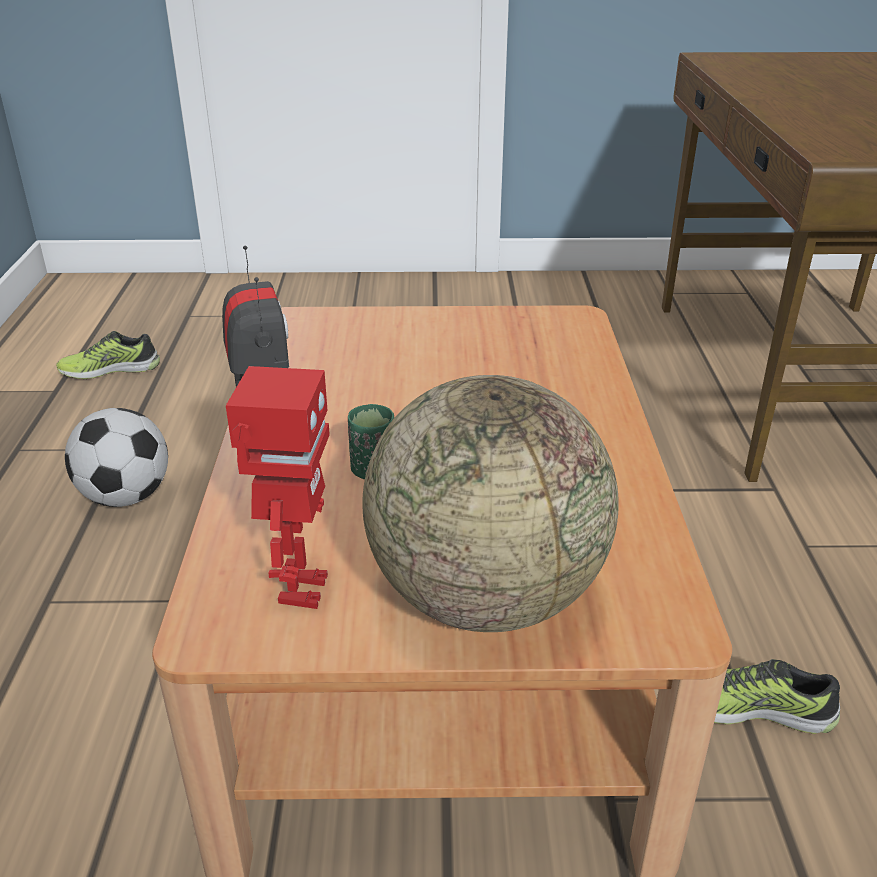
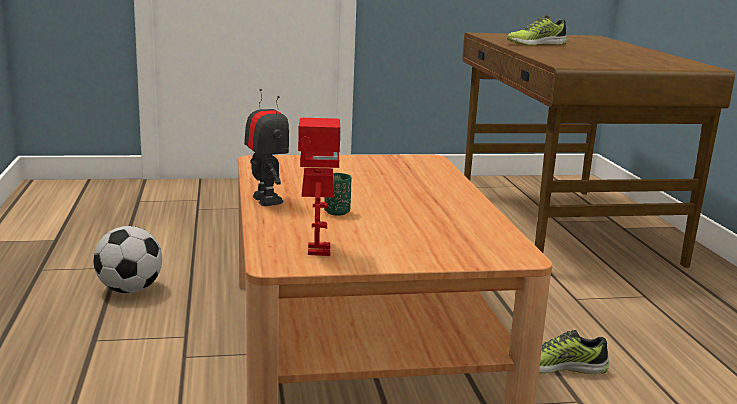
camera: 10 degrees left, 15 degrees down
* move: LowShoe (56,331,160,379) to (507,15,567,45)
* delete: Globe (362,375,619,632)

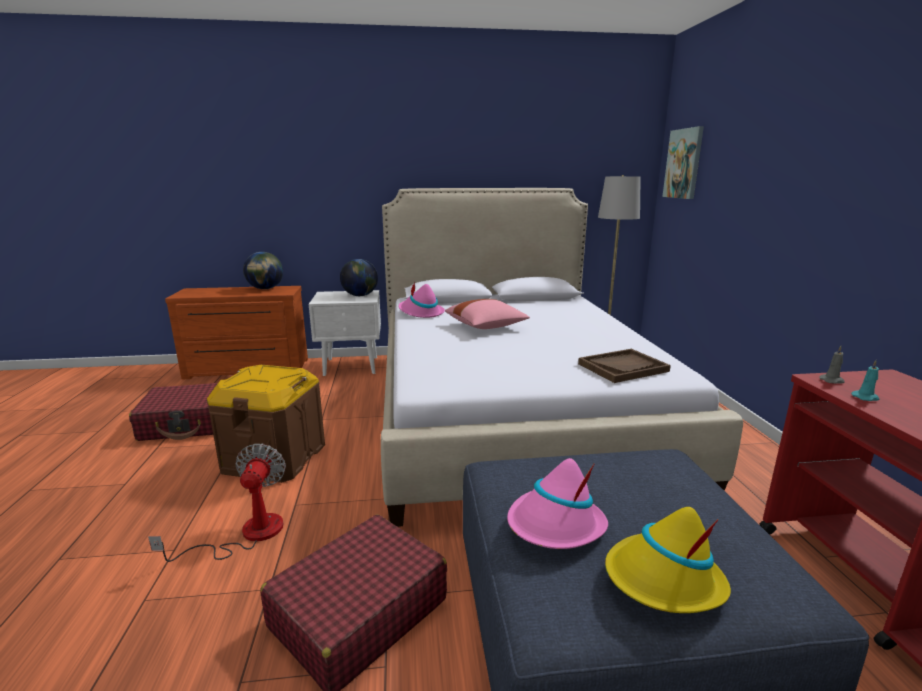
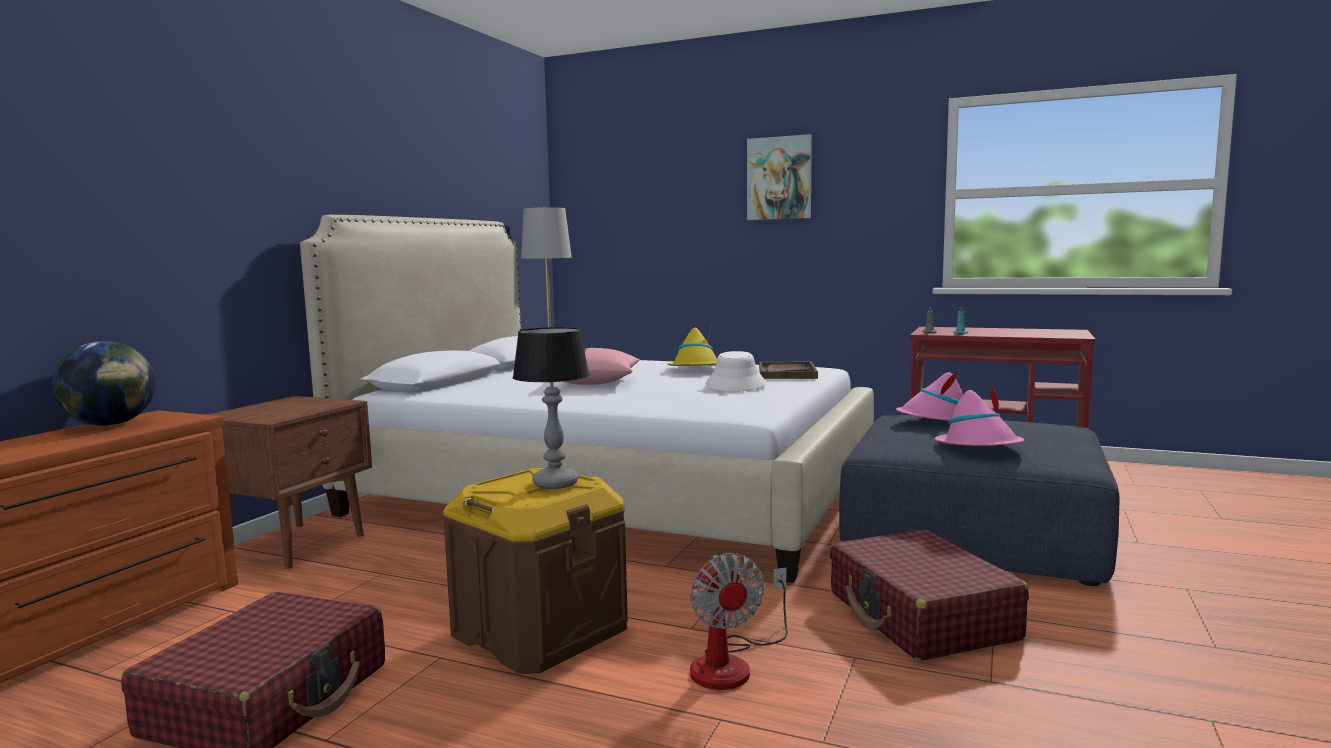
camera: 60 degrees left, 10 degrees down
* recolor: WhitishNightTable (309,290,381,376) to BrownishNightTable (207,396,372,569)
* insert: LampForATable (513,327,590,489)
* move: YellowishWearableHat (605,507,731,613) to (668,323,717,366)
* rotate: ElectricFan (148,444,286,562) = (690,553,788,690) 135 degrees counterclockwise
* insert: WhitishWearableHat (706,351,766,392)
* move: WallPicture (662,126,704,199) to (747,134,812,220)
* move: PinkColouredWearableHat (399,282,445,318) to (896,369,963,421)
* delete: Globe (340,259,378,296)

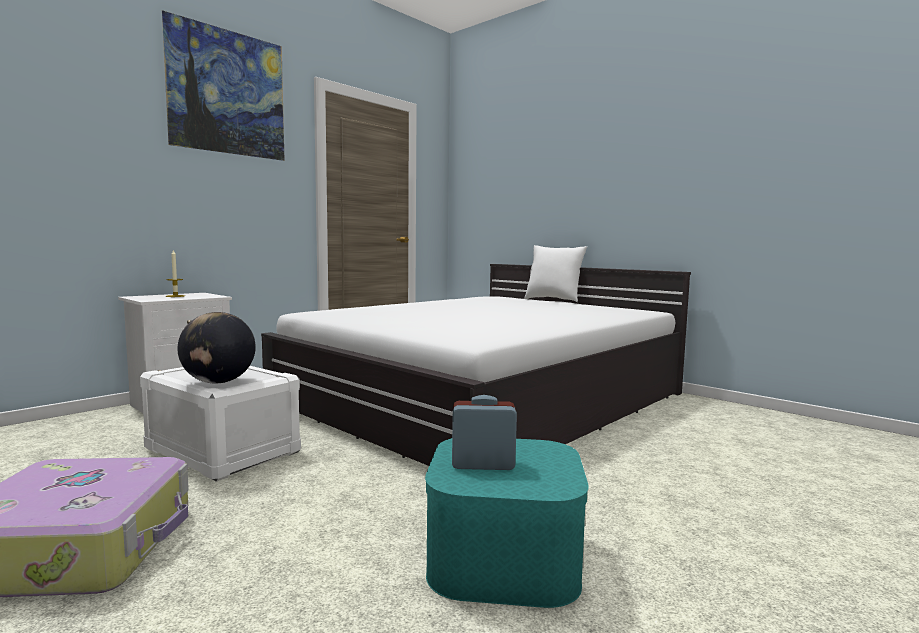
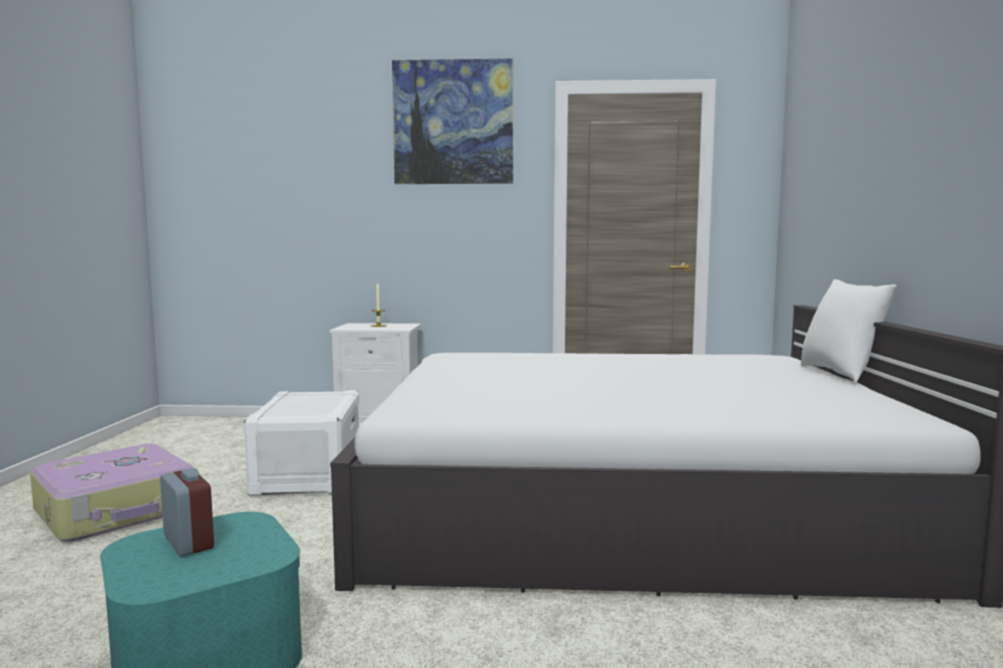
camera: 50 degrees right, 0 degrees up
* delete: Globe (177,312,256,383)

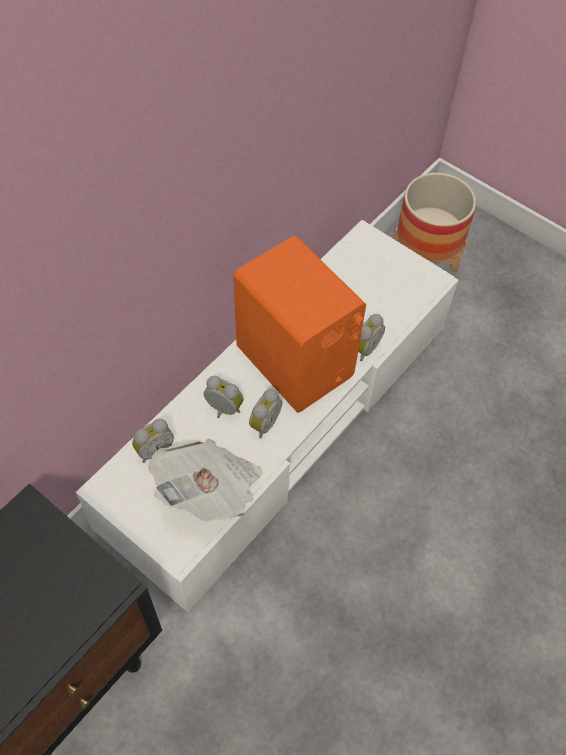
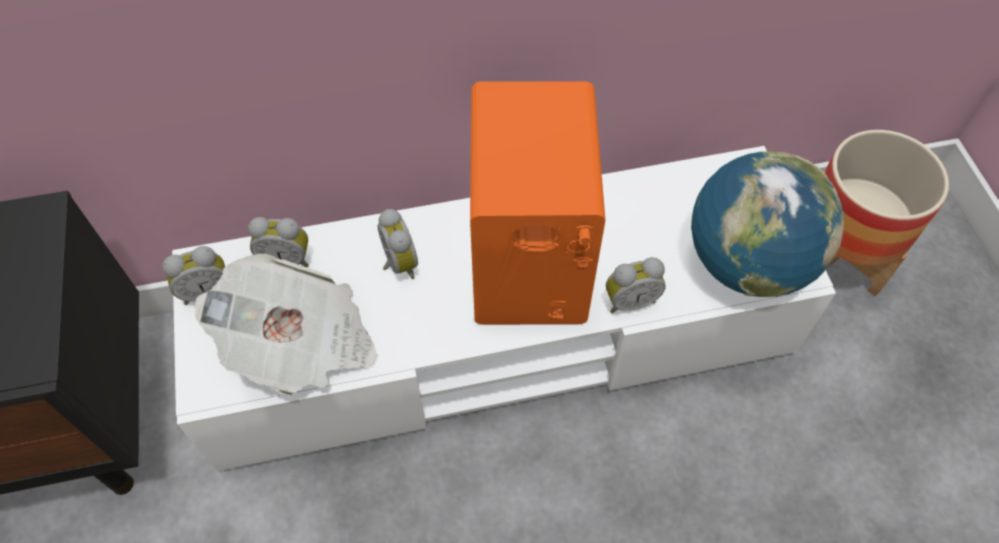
camera: 40 degrees right, 0 degrees up
* move: TableClock (249,389,282,438) to (162,246,225,305)
* insert: Globe (691,151,844,297)

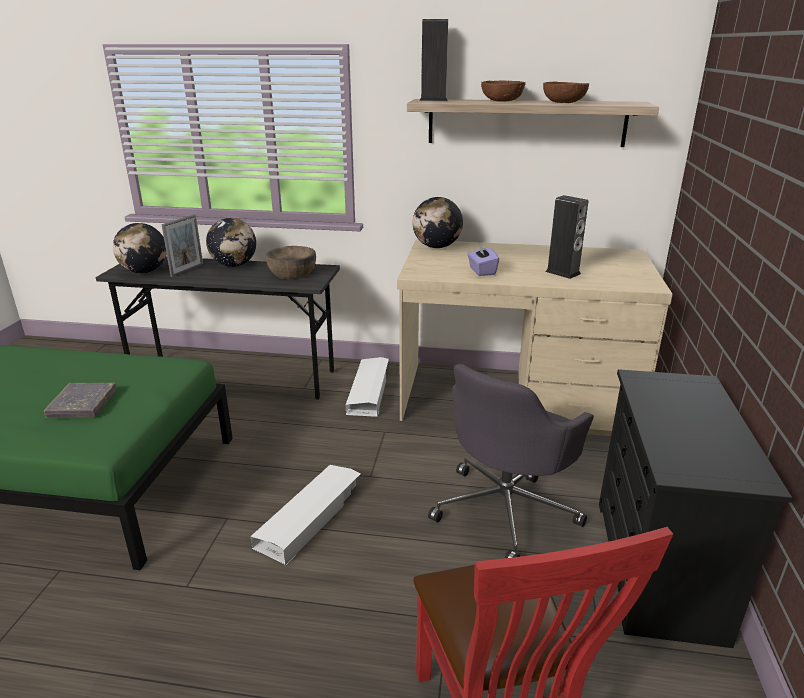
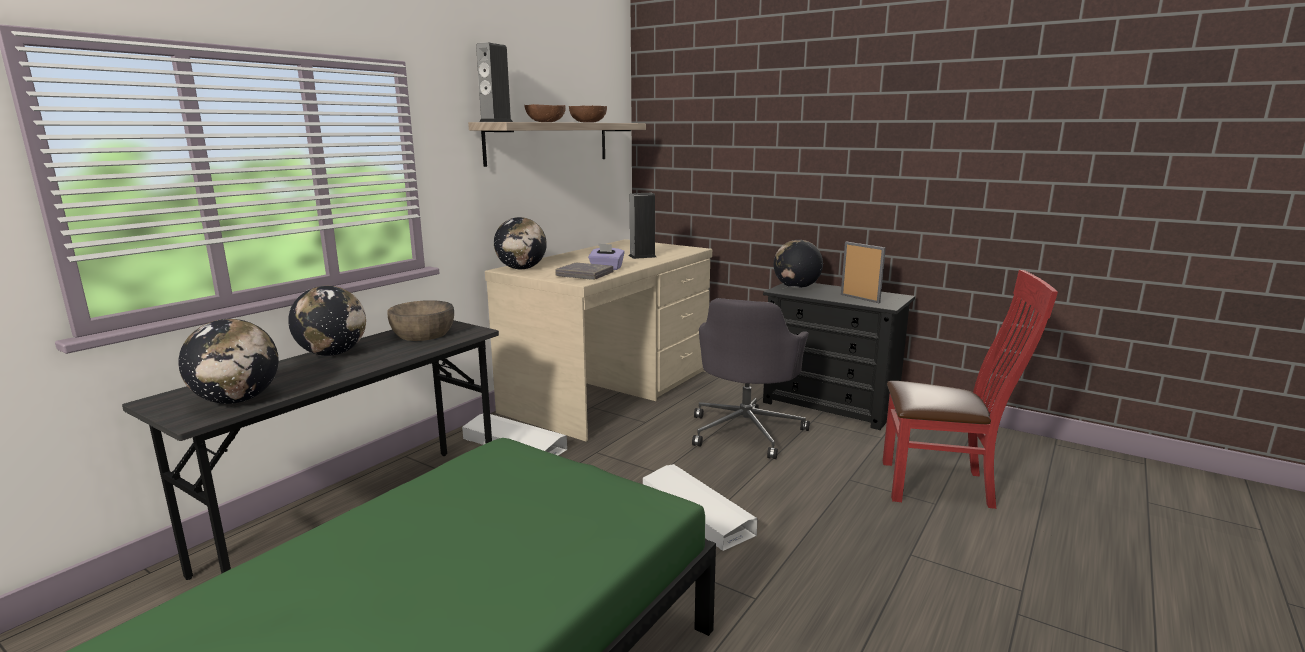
camera: 65 degrees left, 10 degrees down
* move: GreyVolume (44,383,117,418) to (555,263,613,280)
* rotate: GreyOfficeChair (428,364,594,558) = (692,298,810,459) 45 degrees clockwise
* insert: Globe (774,240,823,288)
* move: PhotoFrame (161,214,203,277) to (841,242,886,303)

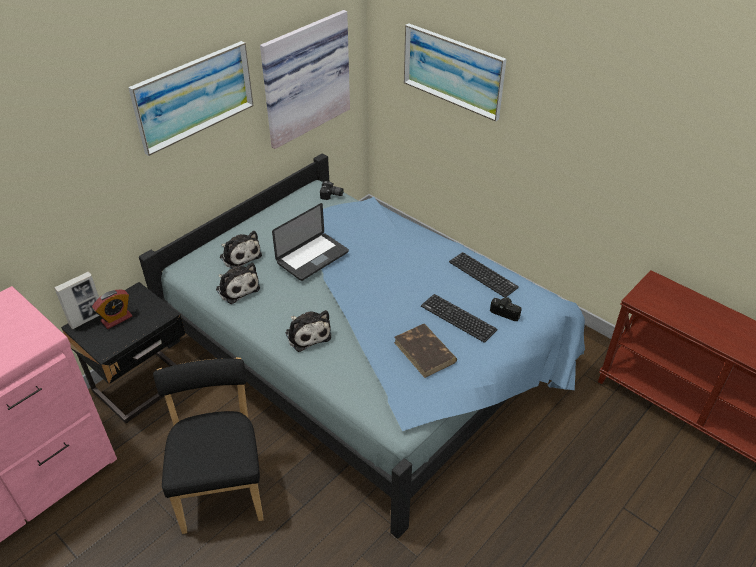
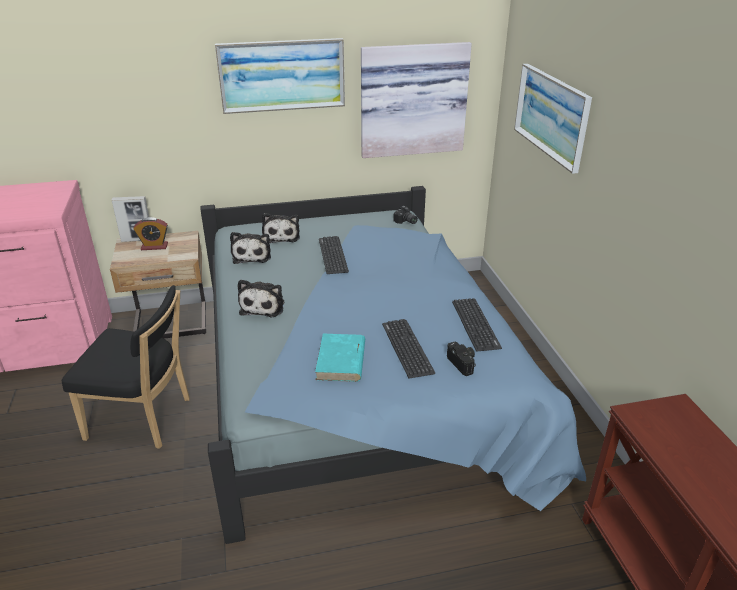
camera: 35 degrees right, 10 degrees down
* rotate: BlackChair (153,357,264,534) = (62,285,190,449) 75 degrees clockwise
* recolor: BlackNightTable (61,282,185,423) to SandColouredNightTable (110,231,206,339)
* recolor: BrownishVolume (394,324,457,378) to BlueGreenVolume (315,334,365,382)
* replace: Laptop (272,203,349,281) to Keyboard (319,236,349,274)

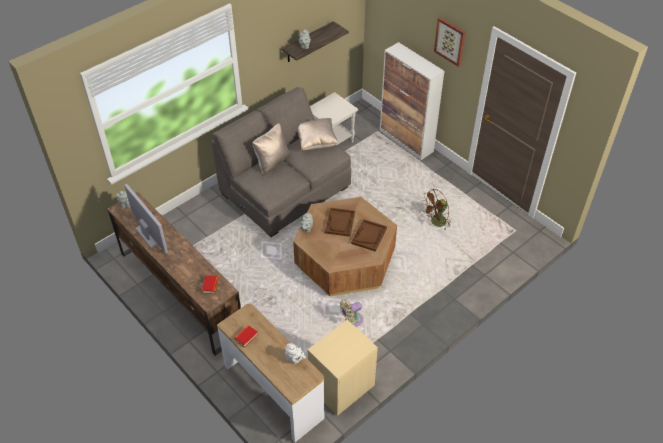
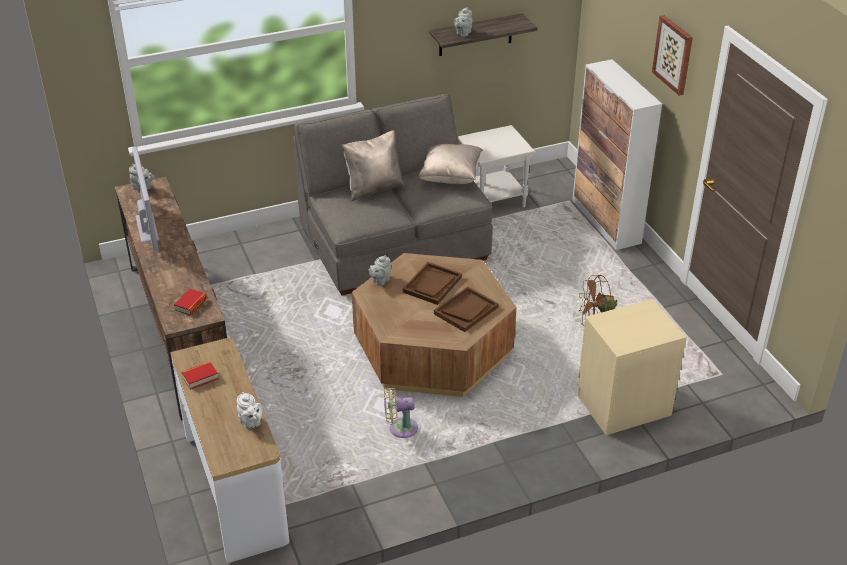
camera: 20 degrees right, 10 degrees down
* move: SandColouredNightTable (307,320,378,416) to (578,299,686,435)

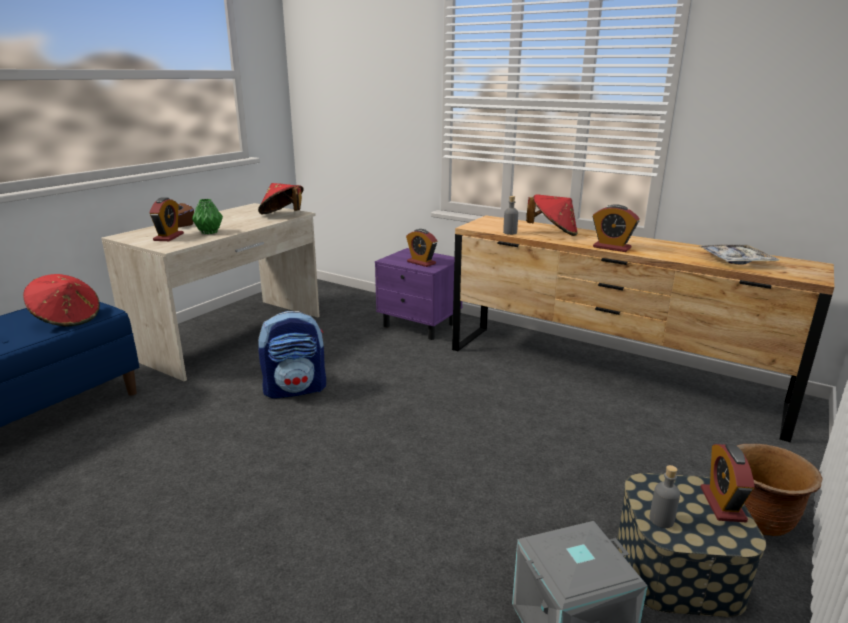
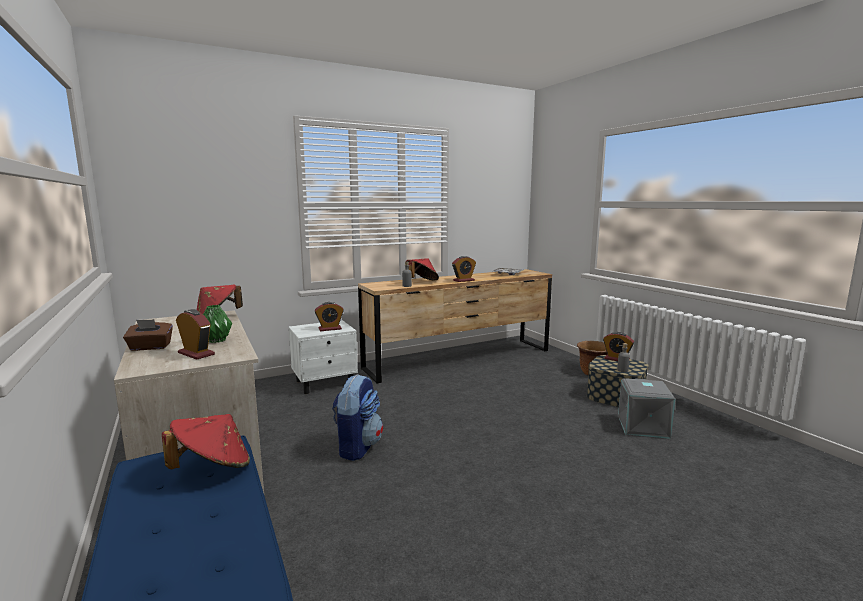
camera: 60 degrees left, 10 degrees down
* recolor: PurpleNightTable (375,248,462,340) to WhitishNightTable (288,320,358,394)

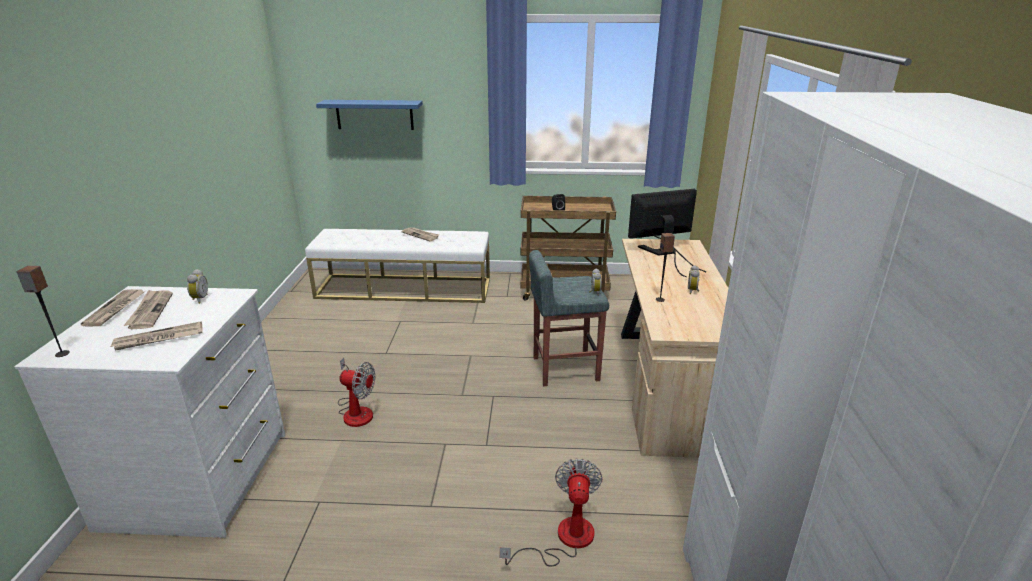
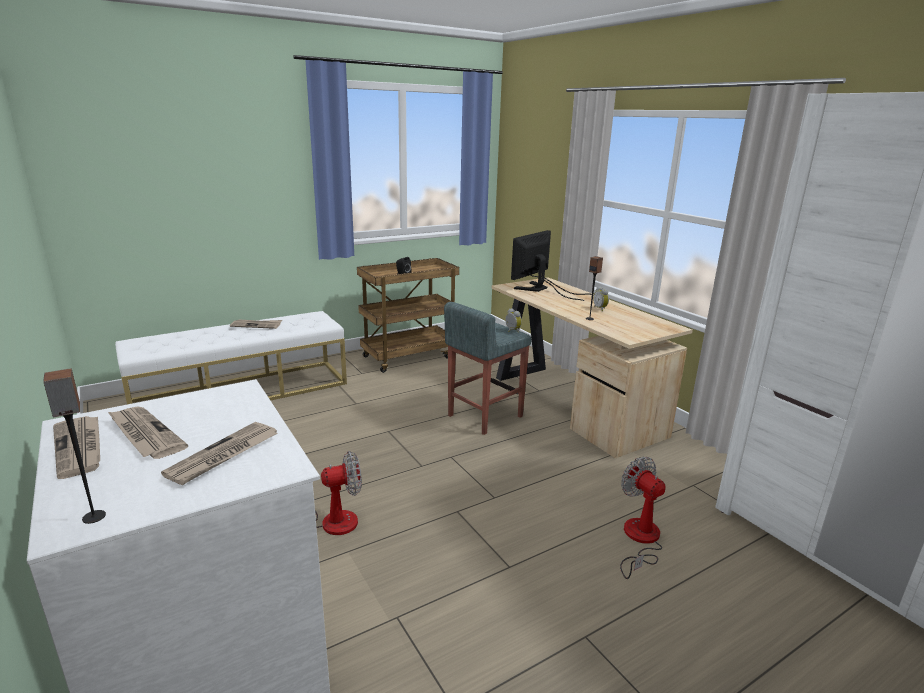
camera: 35 degrees left, 5 degrees down
* delete: TableClock (187,269,208,304)
* delete: BluishShelf (316,100,423,130)

